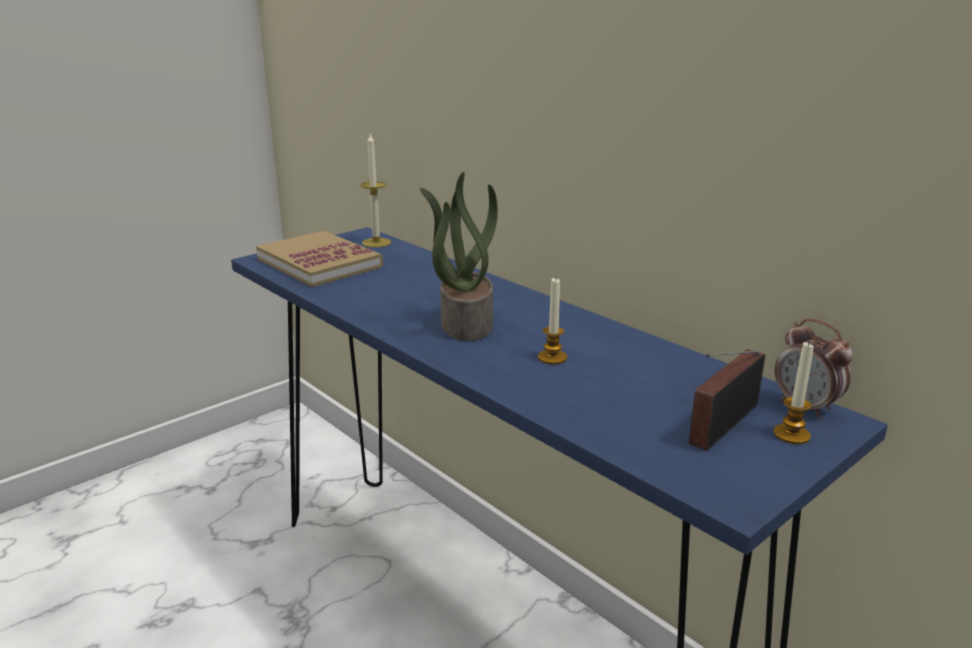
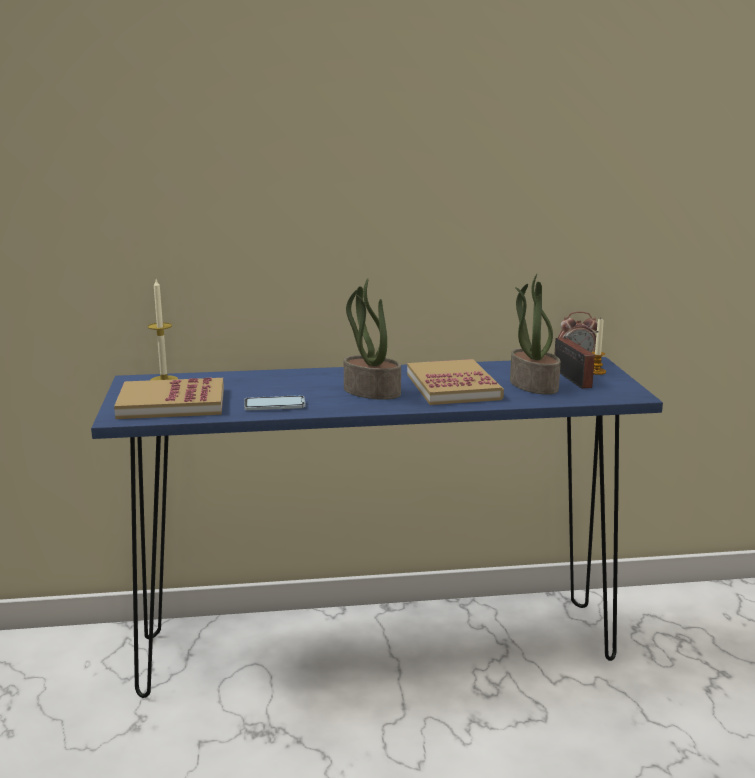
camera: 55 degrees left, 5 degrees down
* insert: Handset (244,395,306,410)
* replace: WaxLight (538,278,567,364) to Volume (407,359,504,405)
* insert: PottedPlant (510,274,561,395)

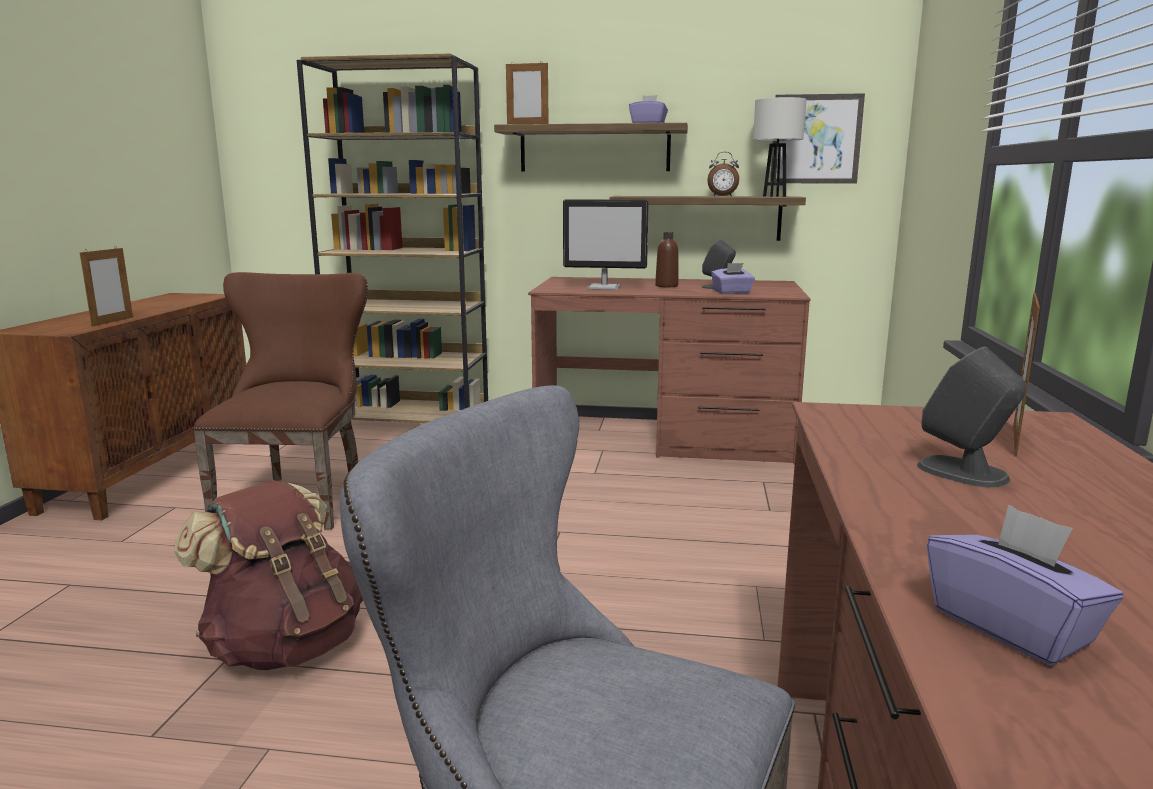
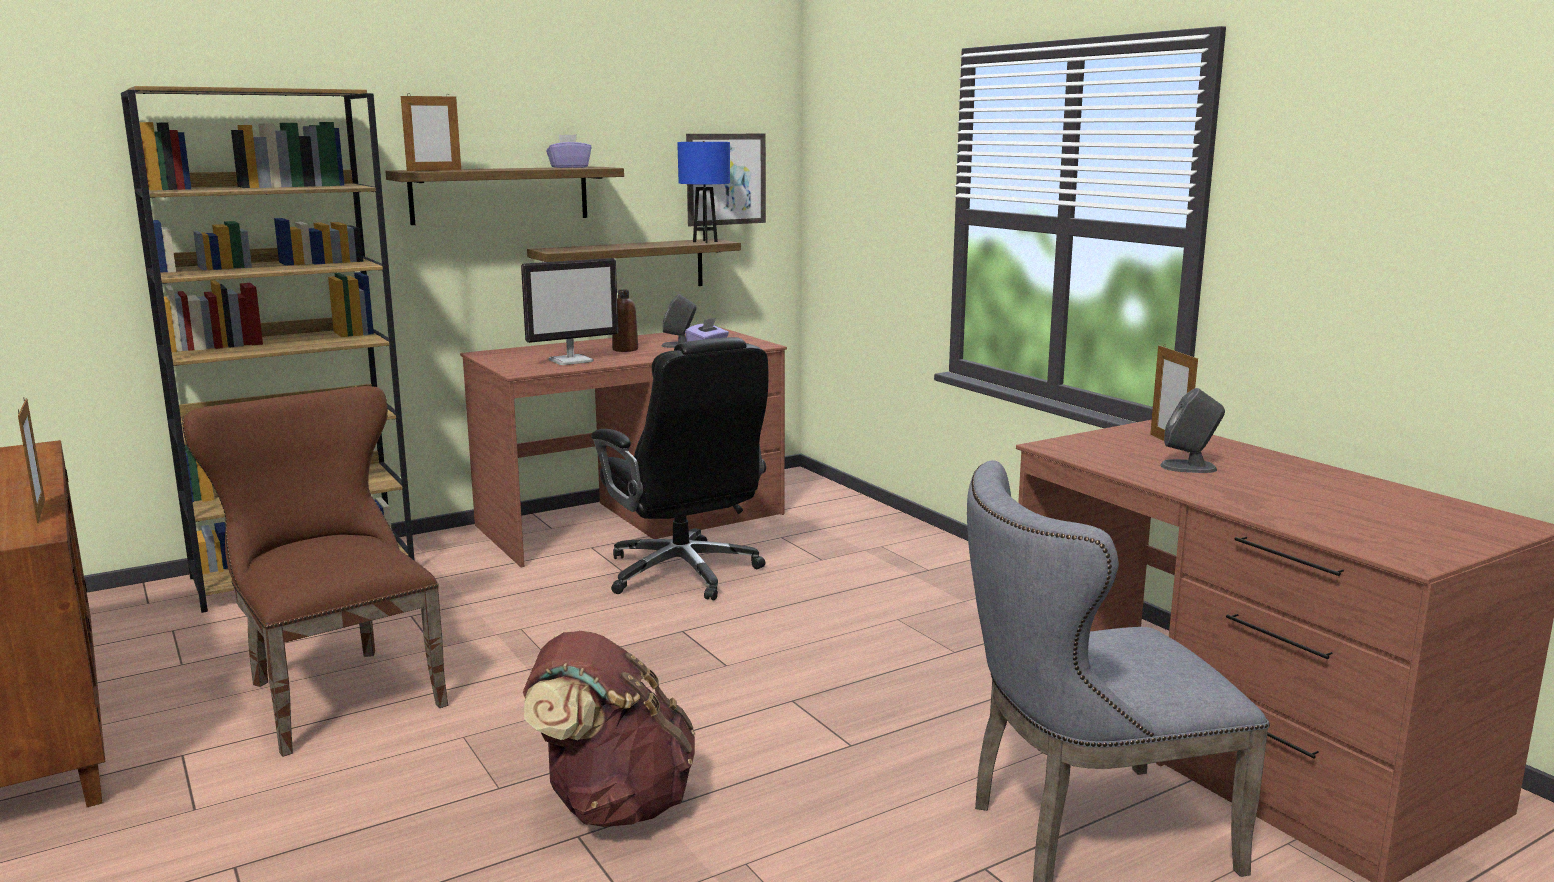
camera: 40 degrees left, 0 degrees up
* insert: BlackOfficeChair (591,337,768,600)
* recolor: WhitishLampForATable (753,97,806,197) to BluishLampForATable (677,141,730,243)
* delete: TableClock (707,152,739,196)
* delete: PurpleBoxOfTissues (926,505,1123,666)

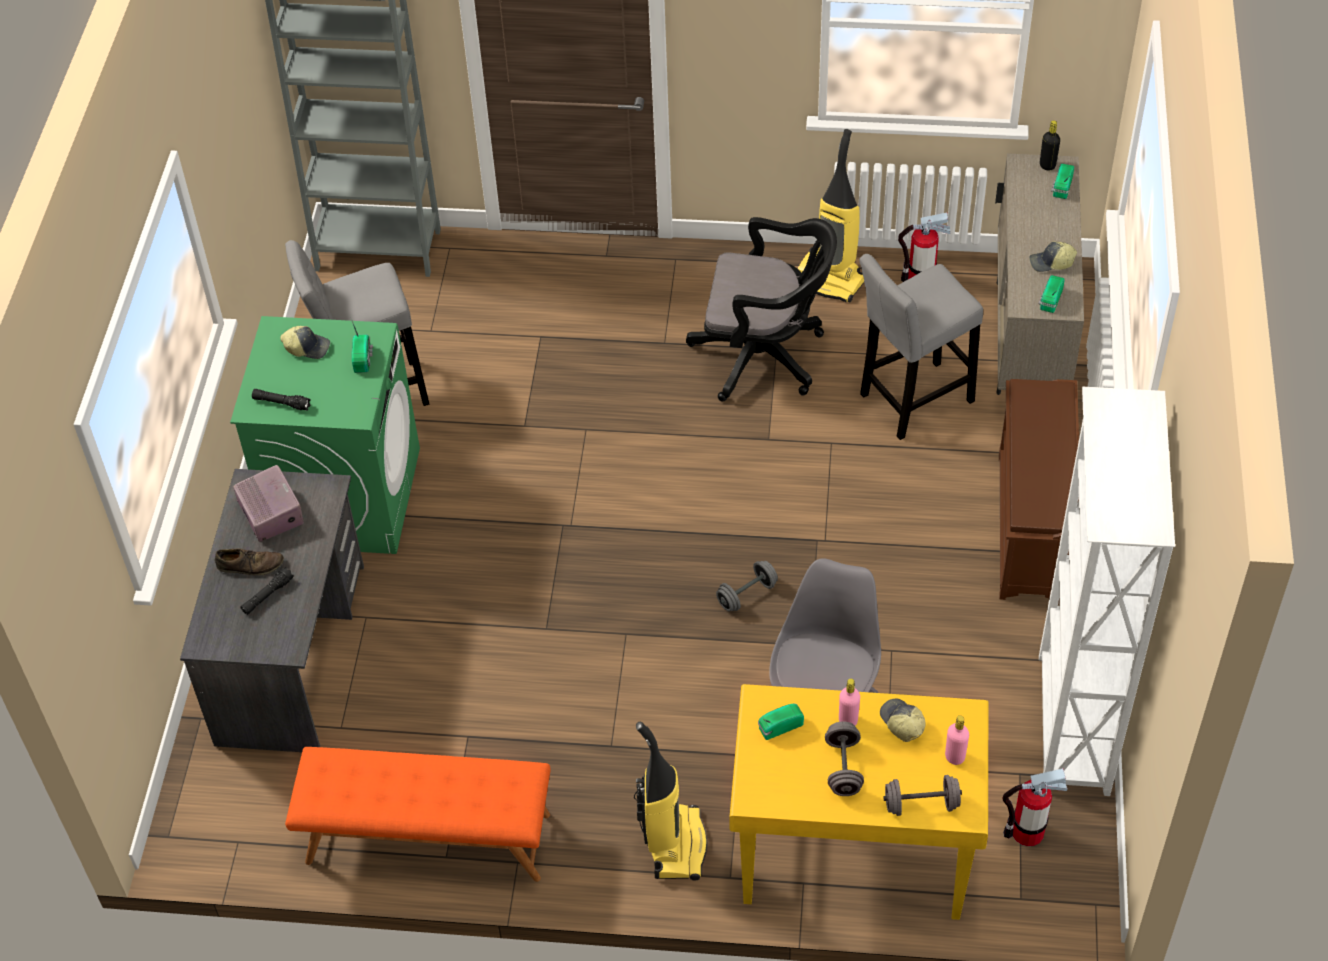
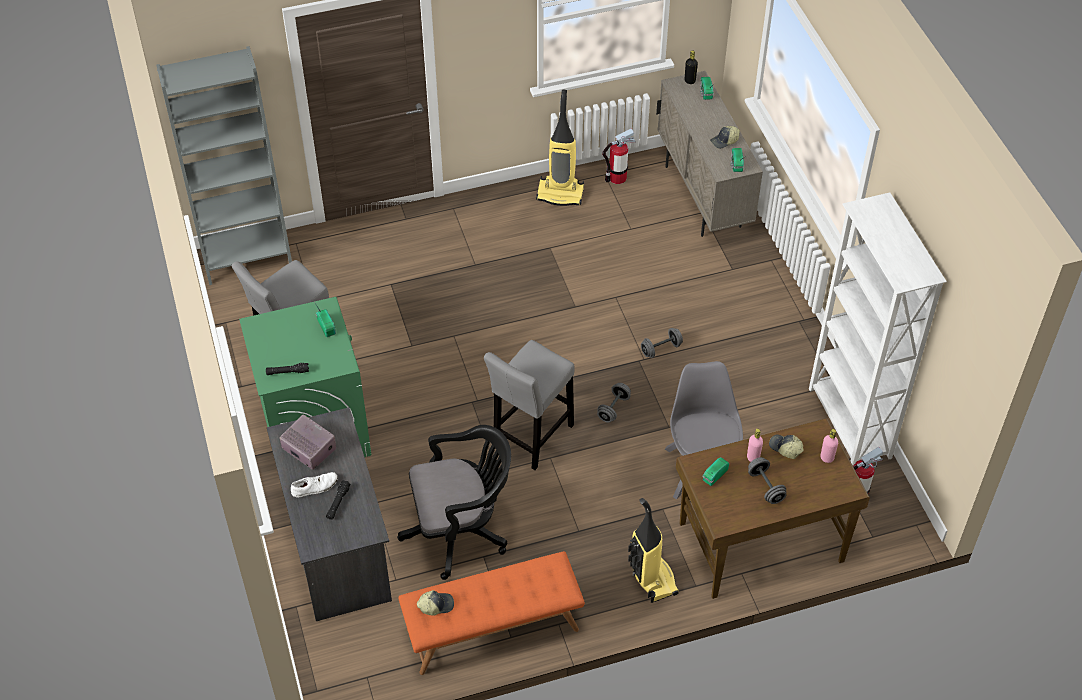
camera: 25 degrees left, 0 degrees up
* recolor: BrownishLowShoe (215,548,284,575) to WhitishLowShoe (291,472,338,497)
* move: BlackOfficeChair (686,217,837,401) to (397,425,511,580)
* move: Cap (280,326,330,359) to (417,590,454,616)
* move: GreySittingStool (859,254,983,440) to (484,340,575,470)
* move: GreyHandWeight (884,775,962,816) to (641,328,683,358)
* recolor: YellowishDeskTable (729,684,988,920) to BrownishDeskTable (676,418,870,599)
* delete: BrownishShoeShelf (999,379,1079,603)

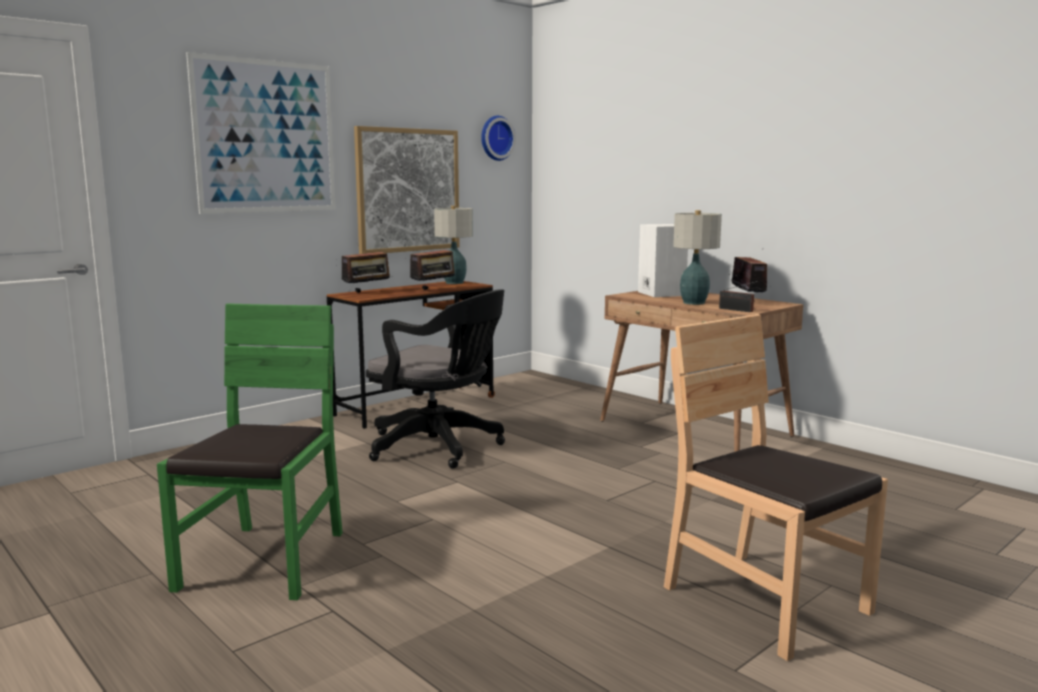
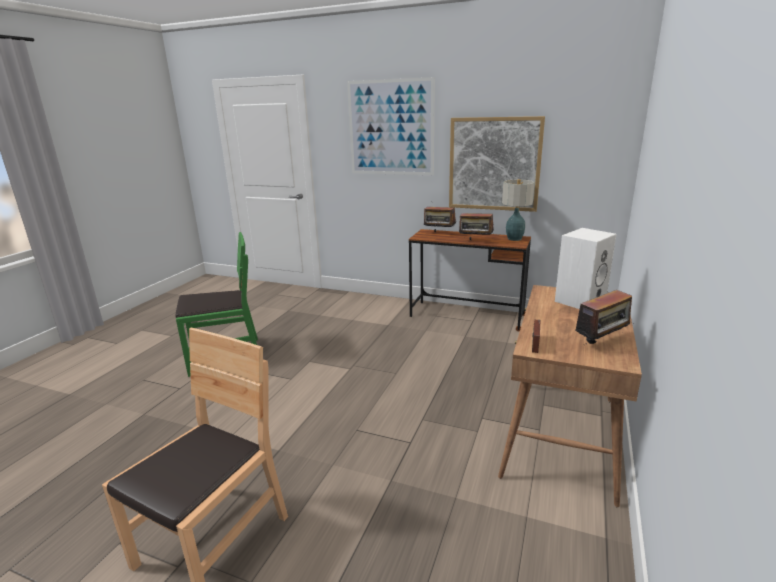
camera: 65 degrees right, 10 degrees up
* delete: BlackOfficeChair (366,290,505,469)
* delete: ClockOnTheWall (481,116,516,161)
* delete: LampForATable (673,210,722,305)

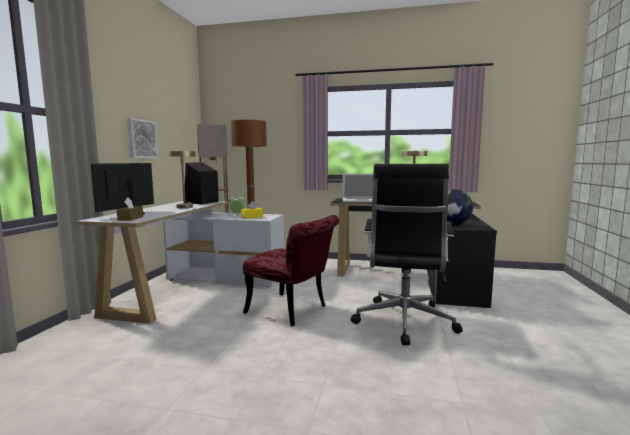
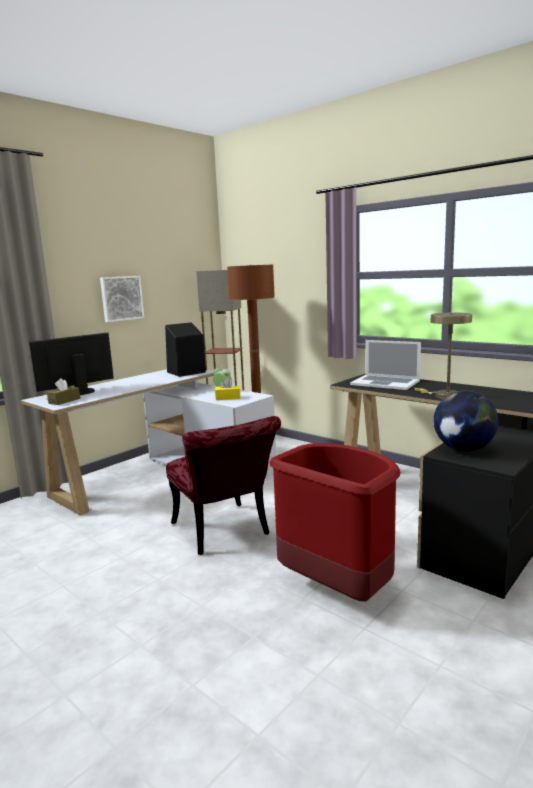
camera: 30 degrees right, 5 degrees up
* replace: BlackOfficeChair (351,164,463,345) to RedRubbishBin (270,443,401,602)
* delete: SandColouredLampForATable (168,150,195,208)

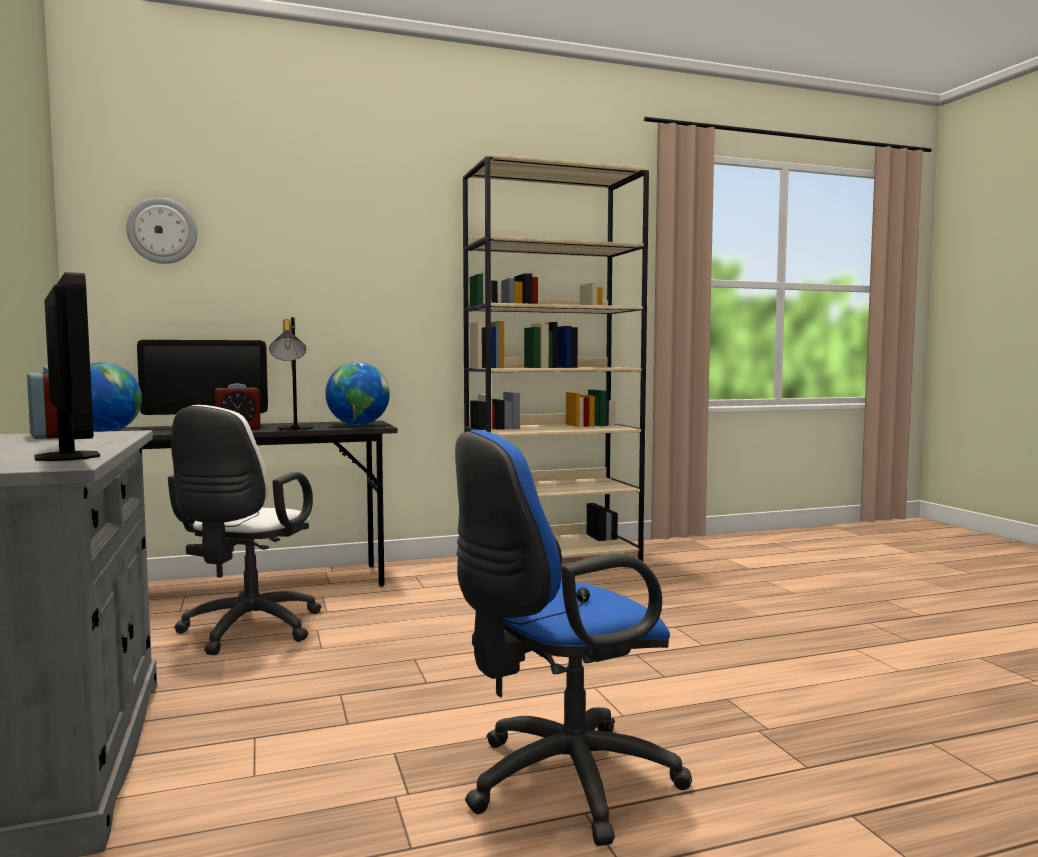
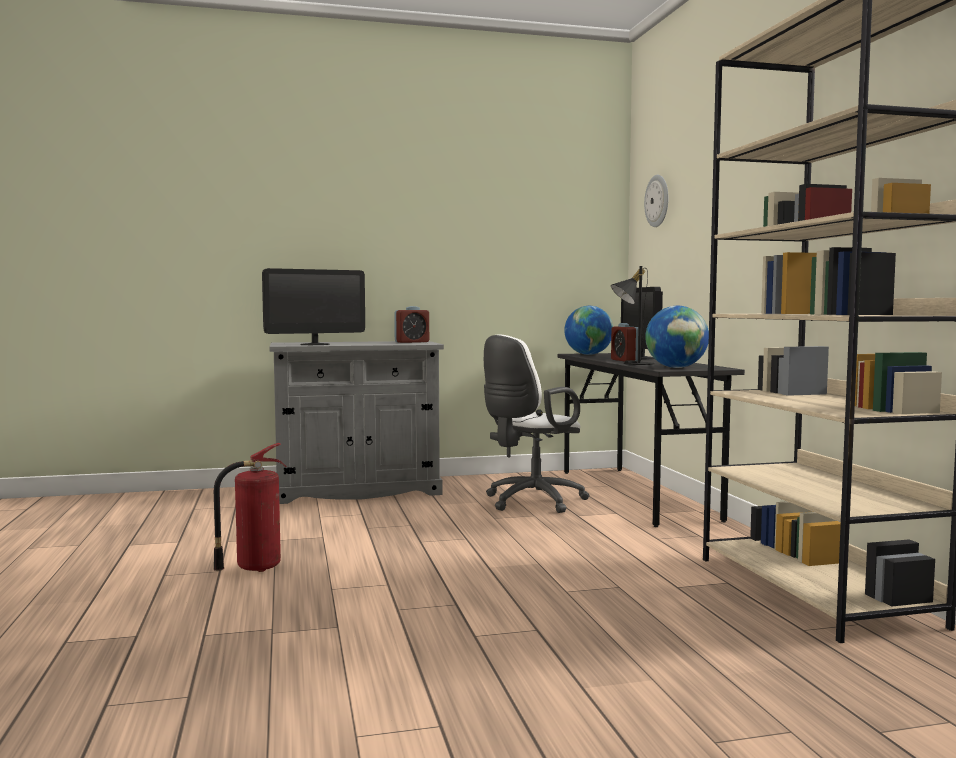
camera: 95 degrees right, 0 degrees up
* replace: BluishOfficeChair (455,430,692,846) to FireExtinguisher (213,443,287,572)
* rotate: WhitishOfficeChair (168,405,322,655) = (484,334,590,513) 60 degrees counterclockwise

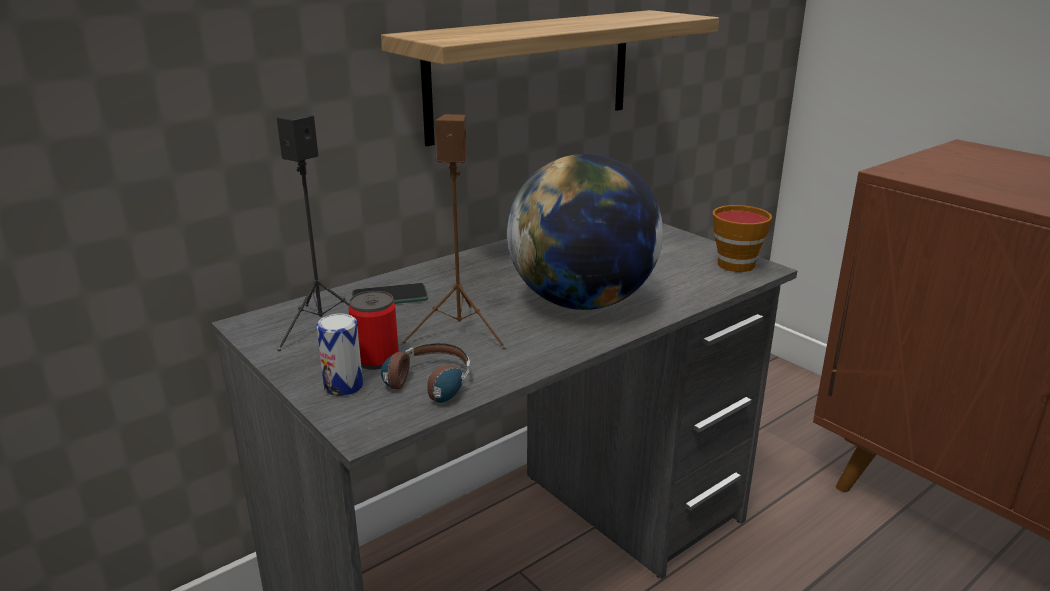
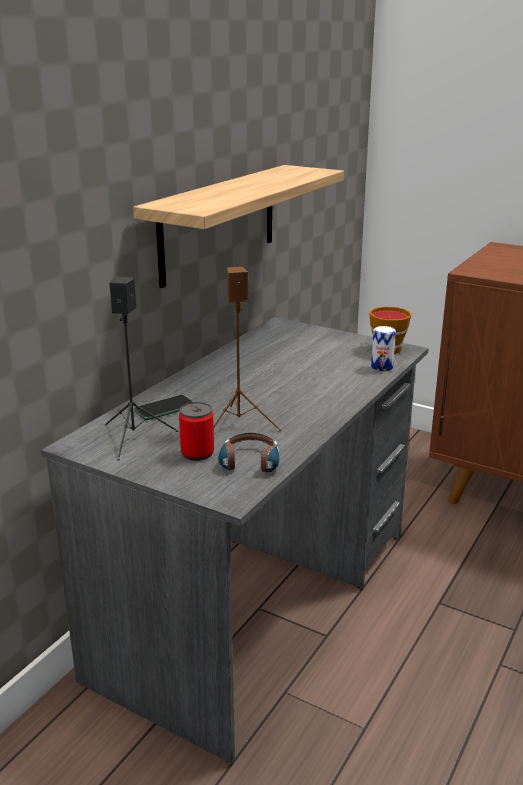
camera: 20 degrees left, 0 degrees up
* move: MetalCan (316,314,363,396) to (371,326,396,372)
* delete: Globe (507,154,663,310)

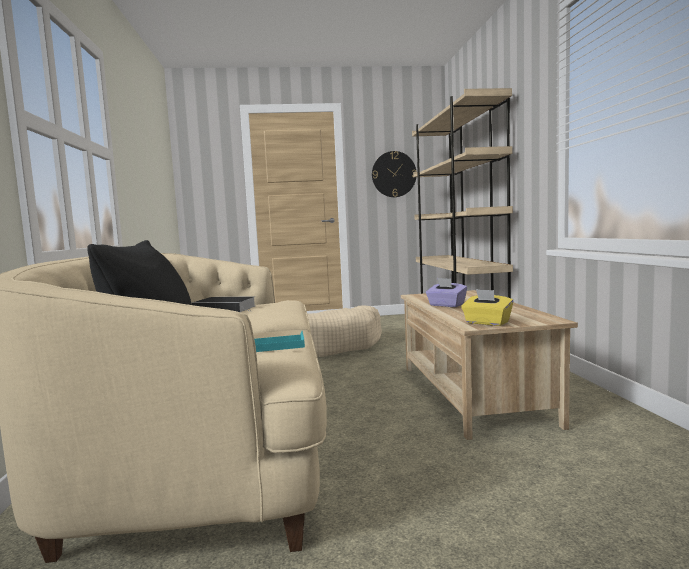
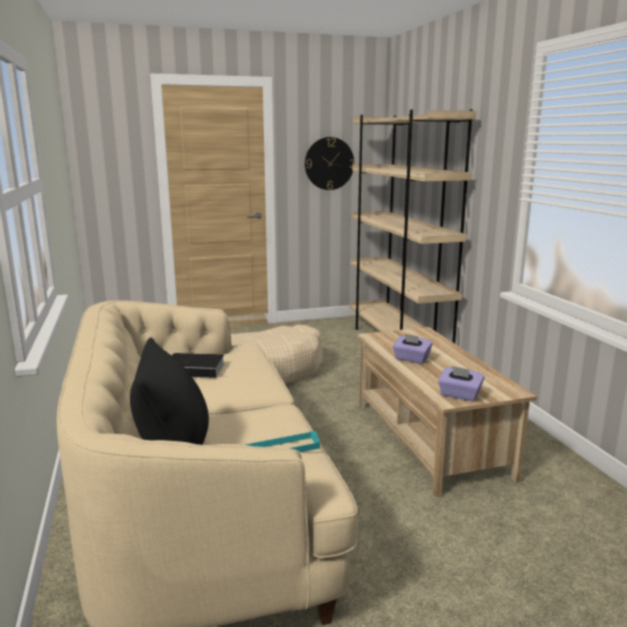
camera: 10 degrees left, 10 degrees up
* recolor: YellowishBoxOfTissues (461,289,513,326) to PurpleBoxOfTissues (438,366,484,401)

